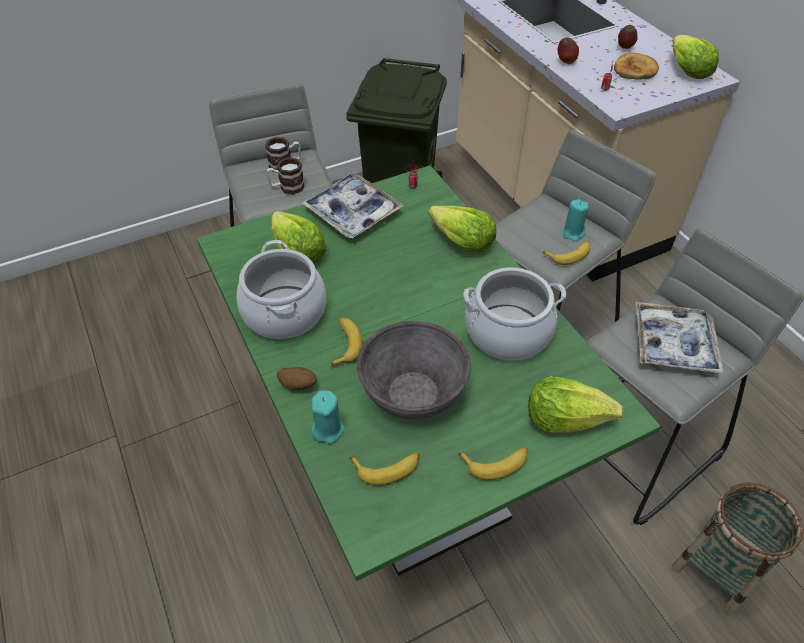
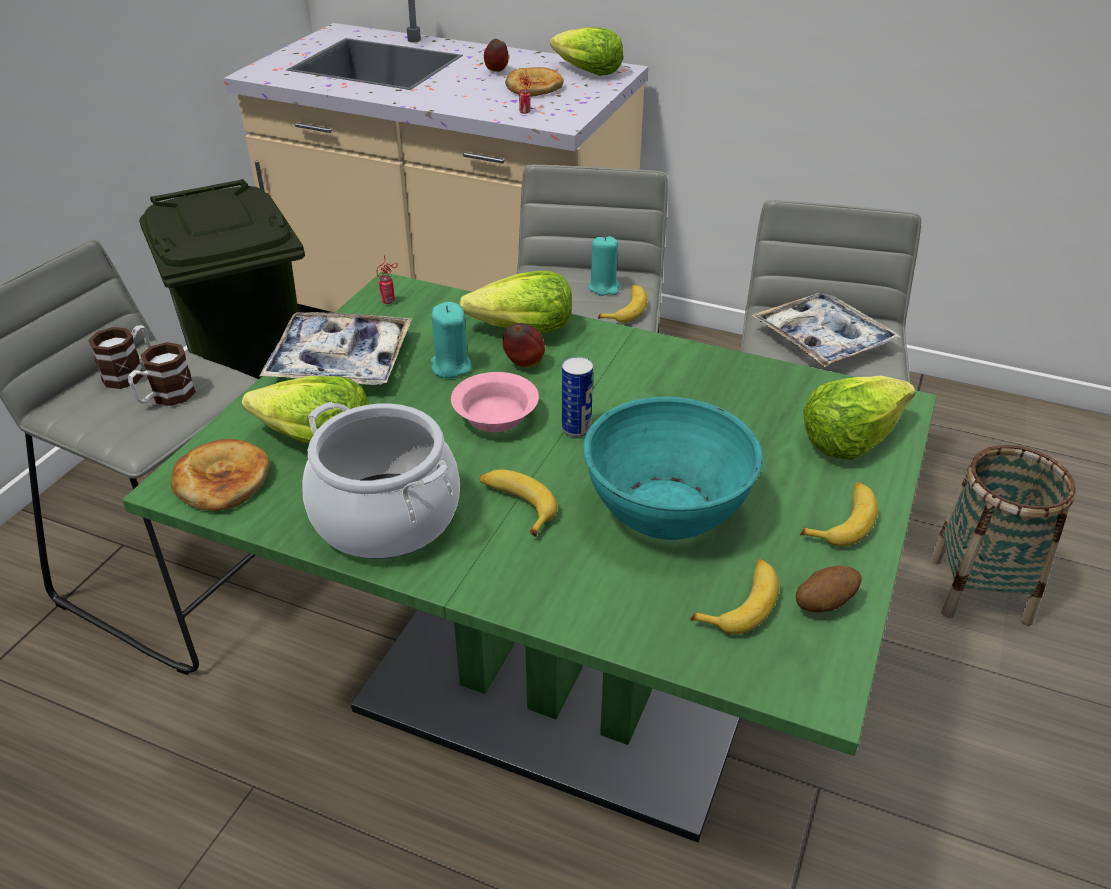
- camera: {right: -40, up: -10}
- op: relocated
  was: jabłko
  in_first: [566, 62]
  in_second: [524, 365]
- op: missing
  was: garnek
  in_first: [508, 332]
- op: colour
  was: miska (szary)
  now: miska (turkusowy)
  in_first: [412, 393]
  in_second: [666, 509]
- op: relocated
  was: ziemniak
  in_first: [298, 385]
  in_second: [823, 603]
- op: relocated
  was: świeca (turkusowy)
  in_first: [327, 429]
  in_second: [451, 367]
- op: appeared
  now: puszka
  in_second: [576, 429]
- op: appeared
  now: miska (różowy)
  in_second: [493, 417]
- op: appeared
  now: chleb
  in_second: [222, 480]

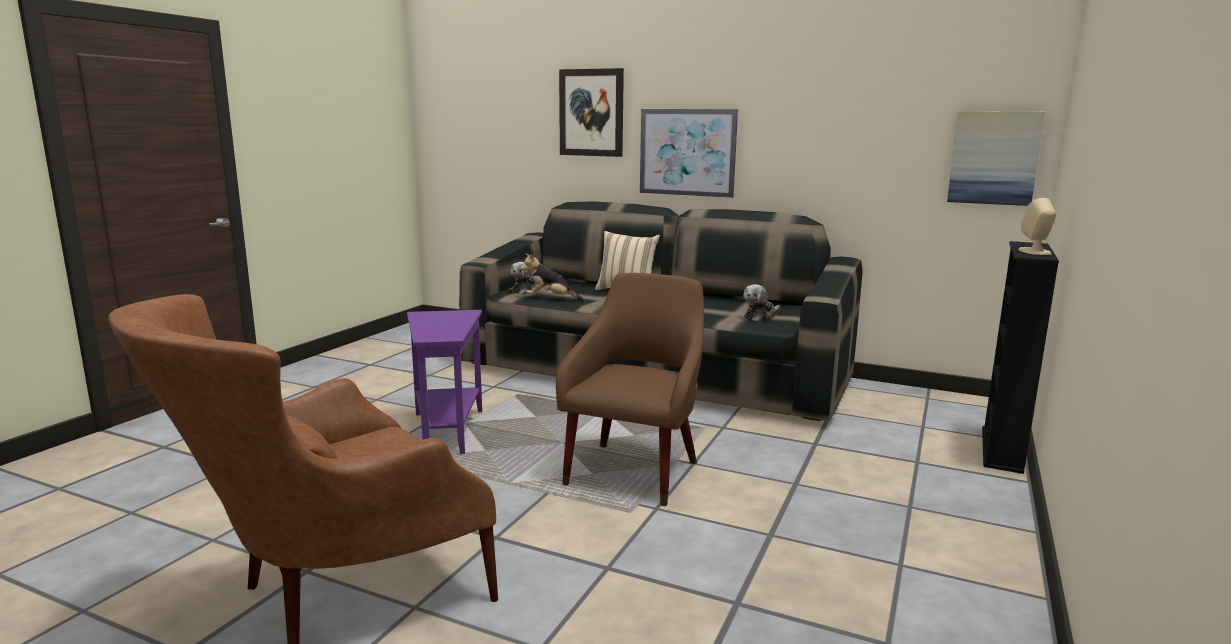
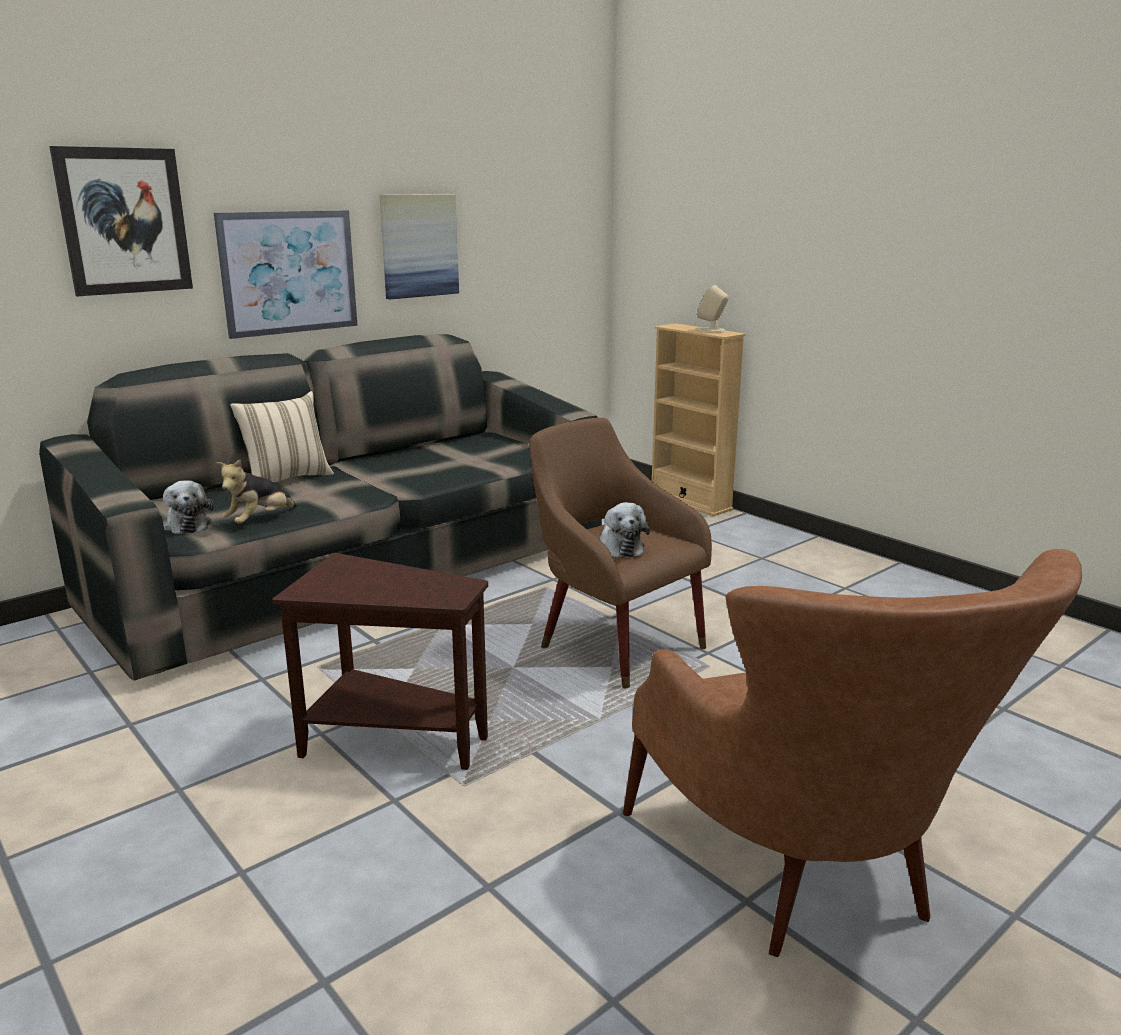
- camera: {right: -65, up: 5}
- op: relocated
  was: obraz
  in_first: [994, 158]
  in_second: [419, 246]
- op: colour
  was: regał (czarny)
  now: regał (beżowy)
  in_first: [1002, 450]
  in_second: [690, 502]
- op: relocated
  was: pluszak
  in_first: [760, 317]
  in_second: [620, 547]
- op: colour
  was: stolik (fioletowy)
  now: stolik (brązowy)
  in_first: [447, 430]
  in_second: [390, 739]

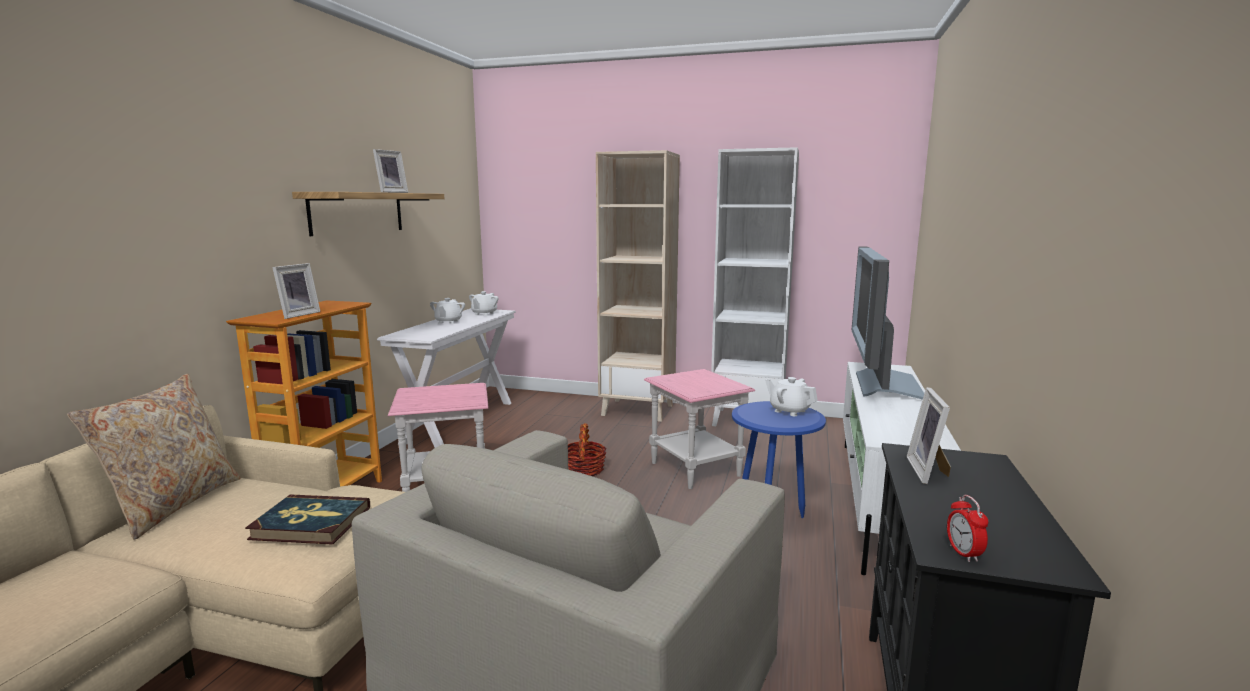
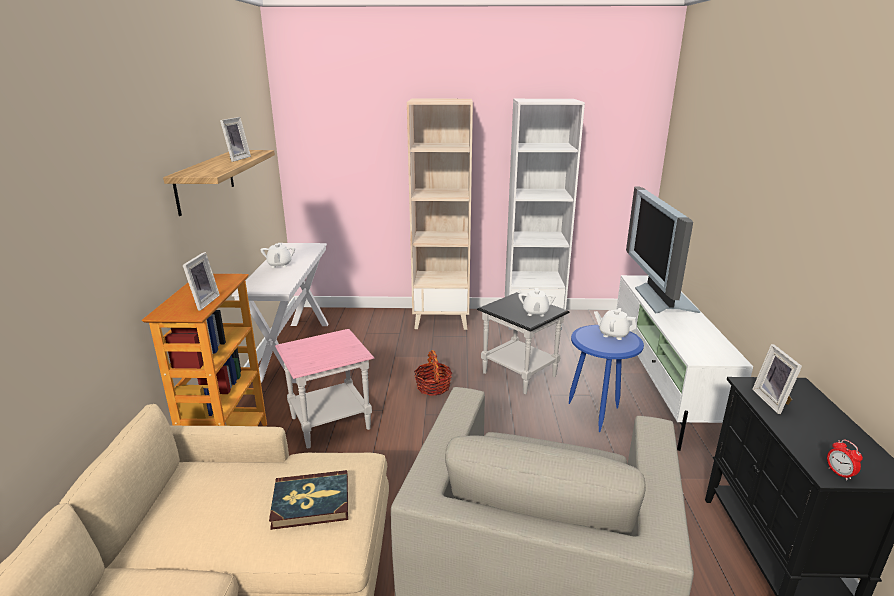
- camera: {right: -15, up: 10}
- op: relocated
  was: imbryk (biały)
  in_first: [484, 314]
  in_second: [535, 312]
- op: colour
  was: stolik (różowy)
  now: stolik (czarny)
  in_first: [696, 469]
  in_second: [520, 374]
- op: missing
  was: poduszka (beżowy)
  in_first: [173, 504]

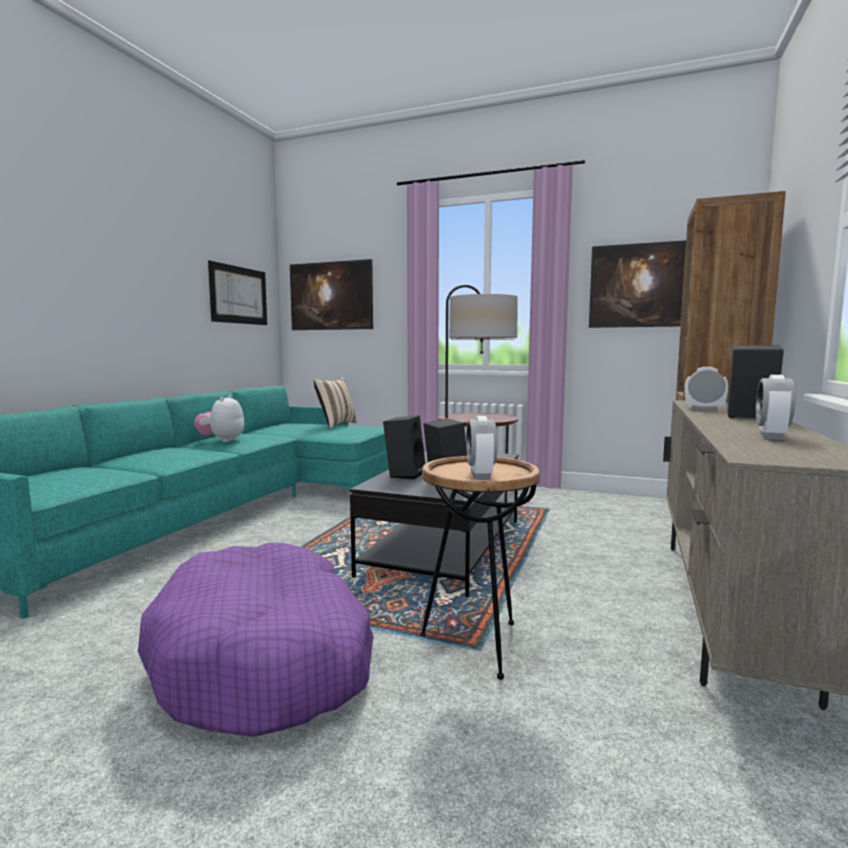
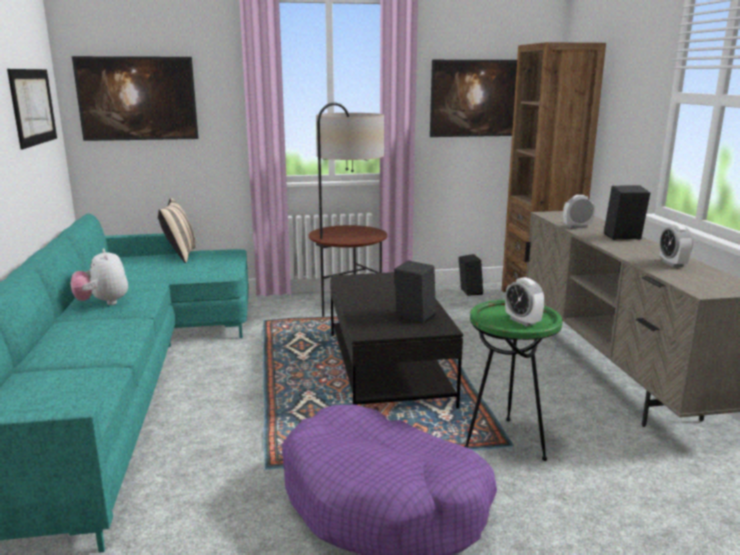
- camera: {right: -30, up: 10}
- op: relocated
  was: głośnik (czarny)
  in_first: [404, 474]
  in_second: [469, 292]
- op: colour
  was: stolik (brązowy)
  now: stolik (zielony)
  in_first: [477, 644]
  in_second: [506, 442]

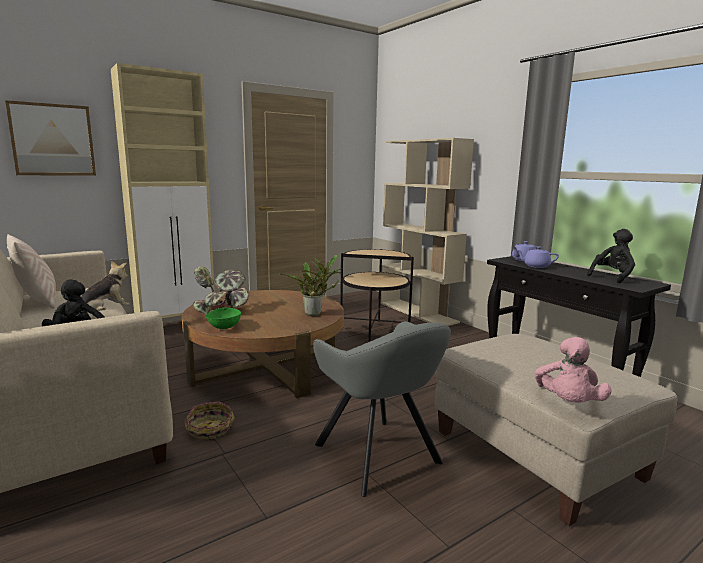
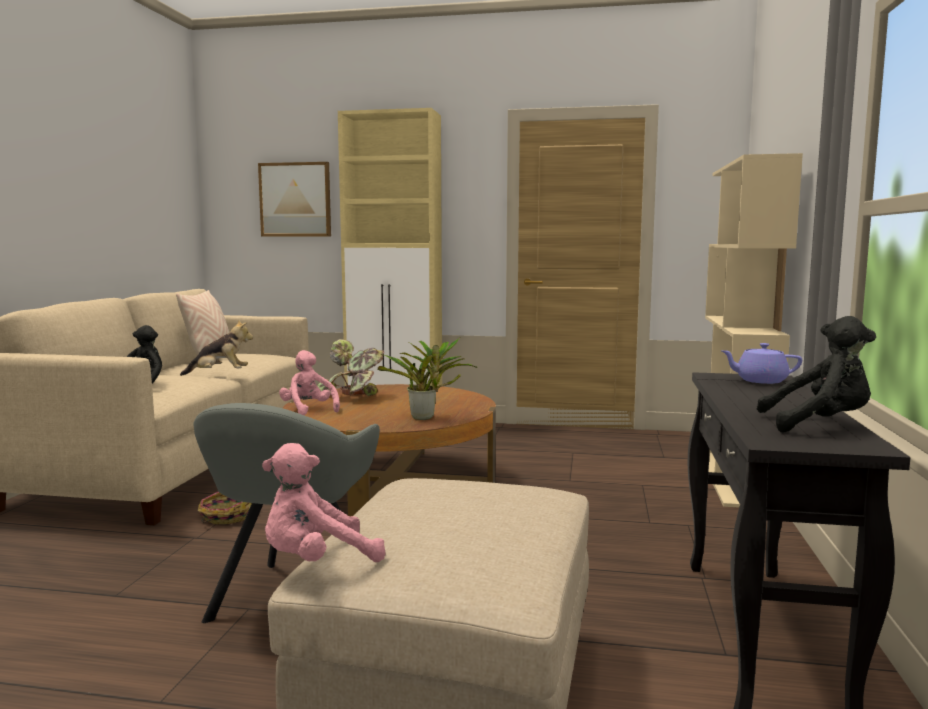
- camera: {right: 45, up: -5}
- op: missing
  was: imbryk (fioletowy)
  in_first: [535, 266]
- op: missing
  was: stolik
  in_first: [374, 331]
- op: exchanged
  was: miska (zielony)
  now: pluszak (różowy)
  in_first: [224, 327]
  in_second: [308, 410]

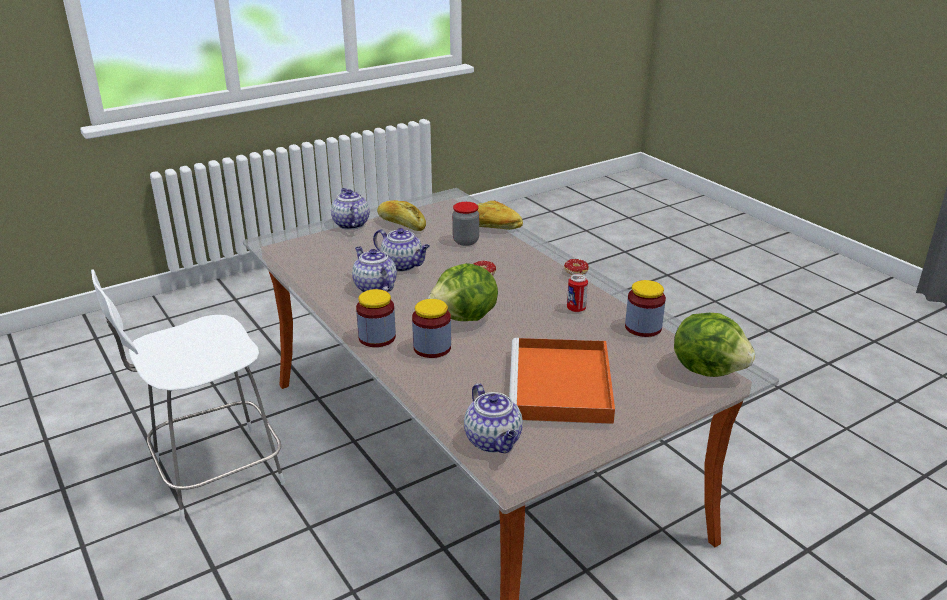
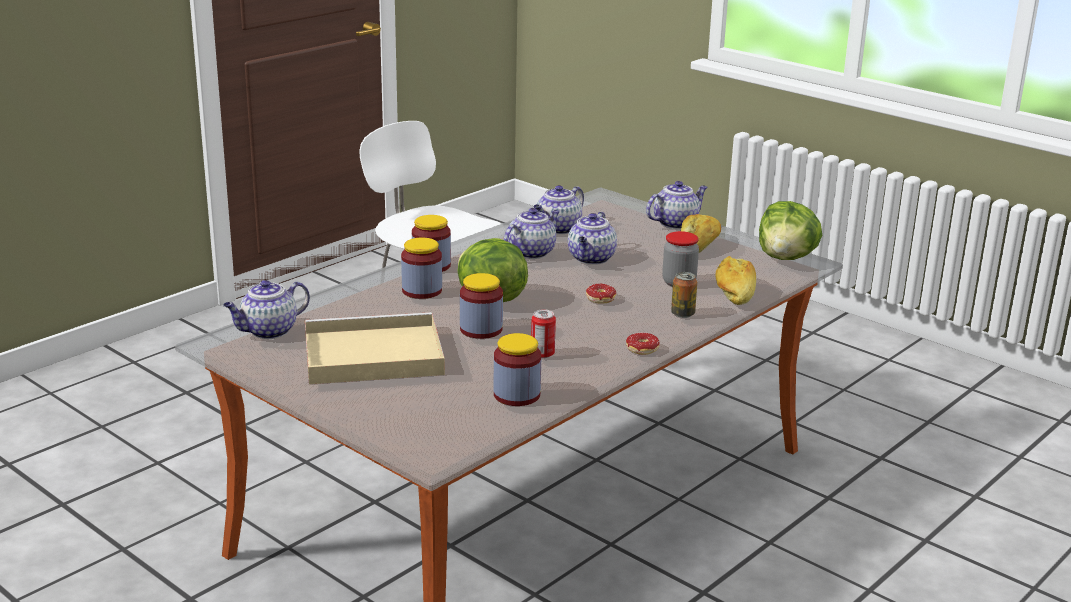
- camera: {right: 75, up: -5}
- op: relocated
  was: sałata
  in_first: [708, 369]
  in_second: [786, 258]
- op: colour
  was: taca (pomarańczowy)
  now: taca (beżowy)
  in_first: [562, 386]
  in_second: [370, 355]
- op: appeared
  now: imbryk
  in_second: [558, 229]
- op: appeared
  now: puszka
  in_second: [682, 314]
- op: appeared
  now: słoik
  in_second: [481, 329]

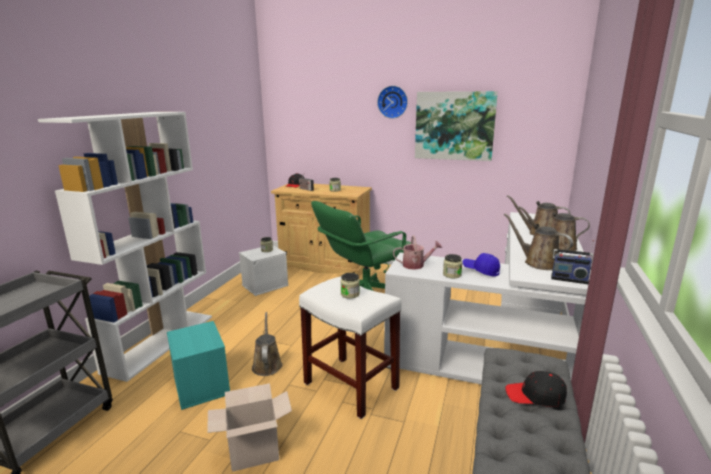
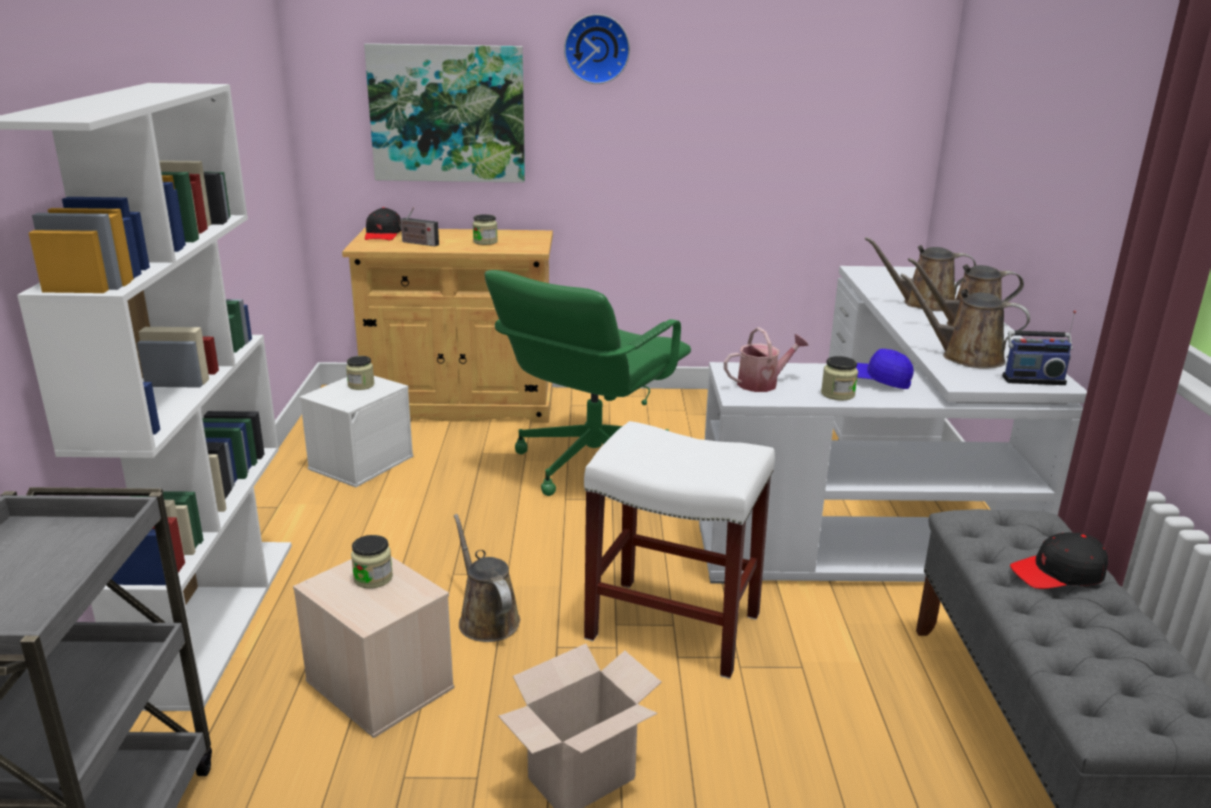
- camera: {right: -20, up: 5}
- op: relocated
  was: obraz
  in_first: [454, 126]
  in_second: [447, 114]
- op: relocated
  was: słoik
  in_first: [350, 294]
  in_second: [373, 578]
- op: colour
  was: pojemnik do przechowywania (turkusowy)
  now: pojemnik do przechowywania (beżowy)
  in_first: [200, 385]
  in_second: [377, 684]

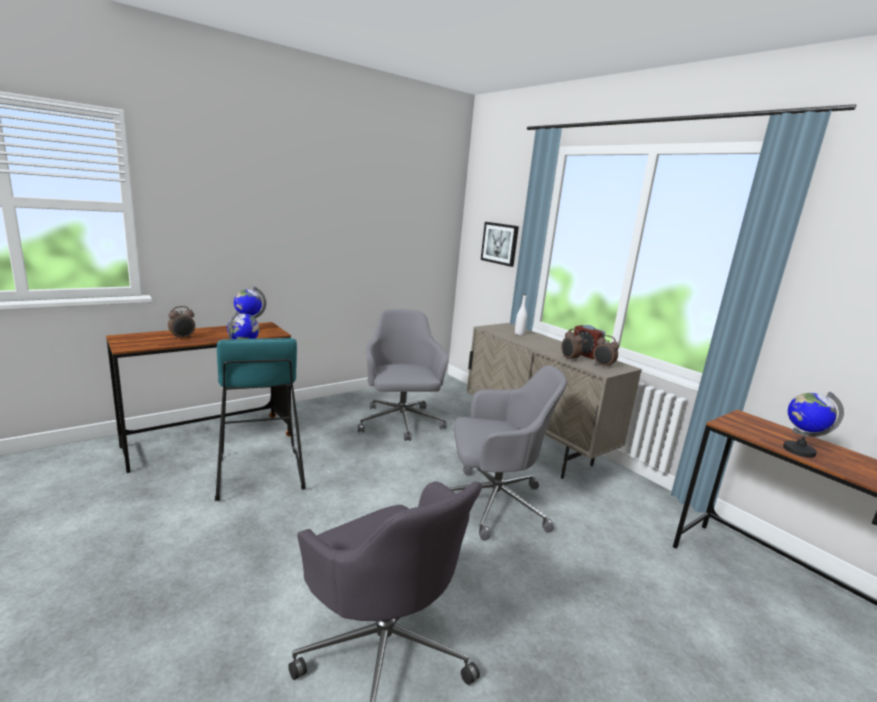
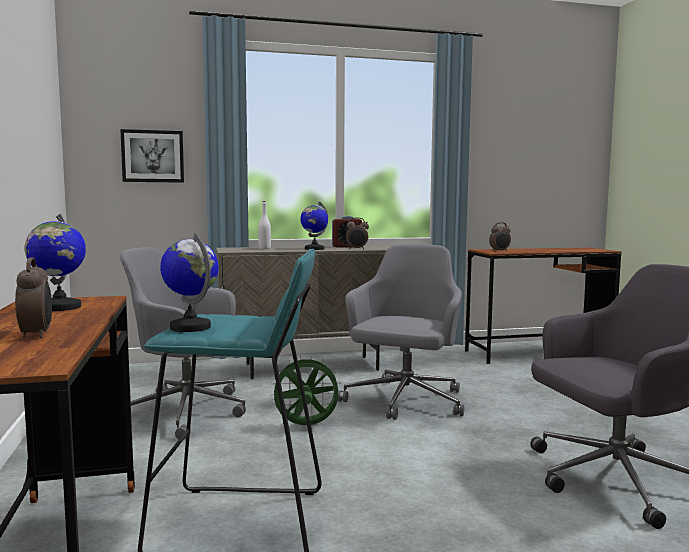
- camera: {right: -65, up: -10}
- op: relocated
  was: budzik
  in_first: [603, 366]
  in_second: [500, 251]
- op: relocated
  was: globus
  in_first: [798, 450]
  in_second: [314, 249]
- op: appeared
  now: wentylator (zielony)
  in_second: [306, 426]

